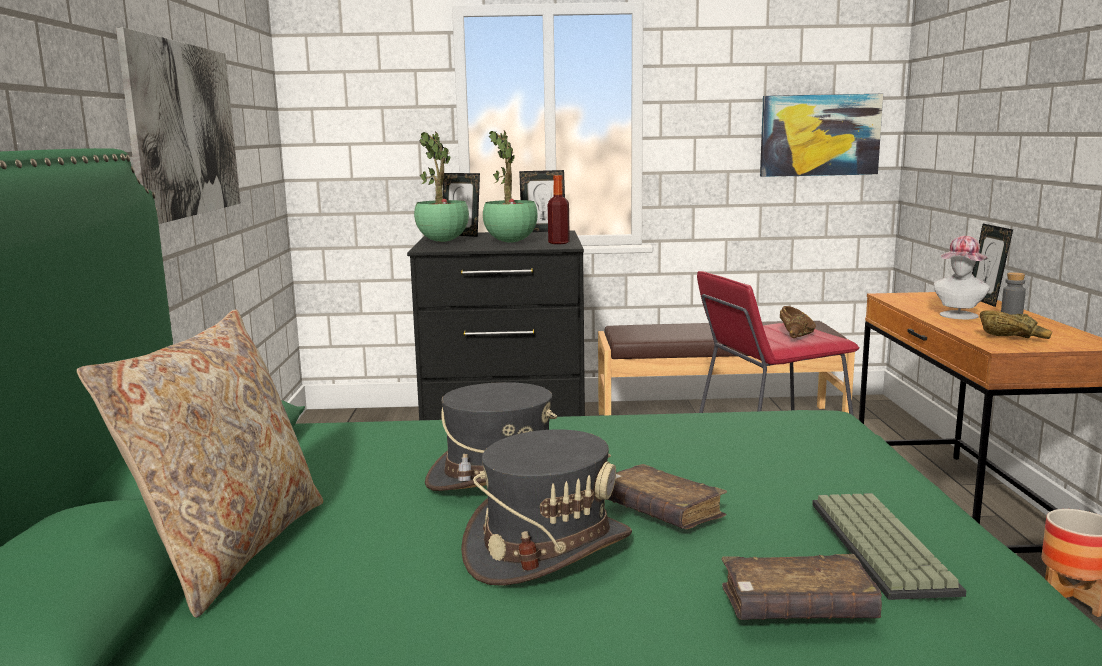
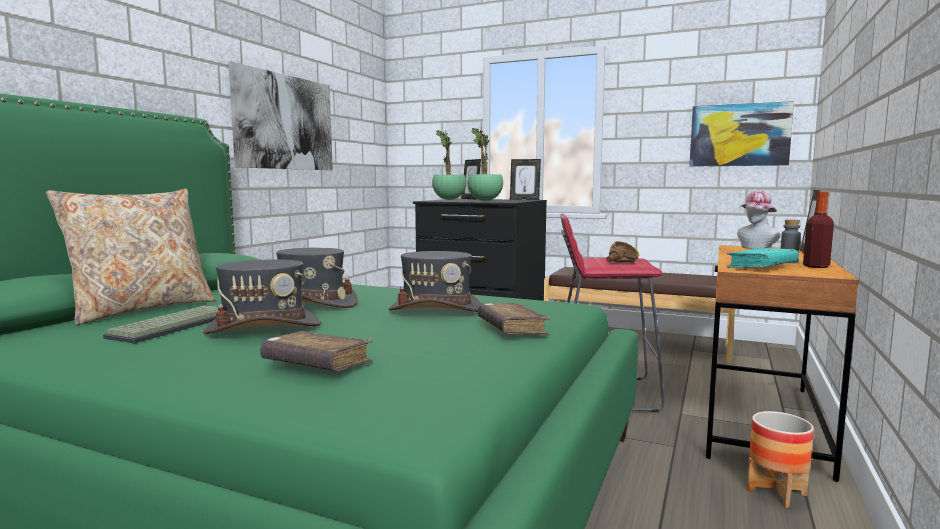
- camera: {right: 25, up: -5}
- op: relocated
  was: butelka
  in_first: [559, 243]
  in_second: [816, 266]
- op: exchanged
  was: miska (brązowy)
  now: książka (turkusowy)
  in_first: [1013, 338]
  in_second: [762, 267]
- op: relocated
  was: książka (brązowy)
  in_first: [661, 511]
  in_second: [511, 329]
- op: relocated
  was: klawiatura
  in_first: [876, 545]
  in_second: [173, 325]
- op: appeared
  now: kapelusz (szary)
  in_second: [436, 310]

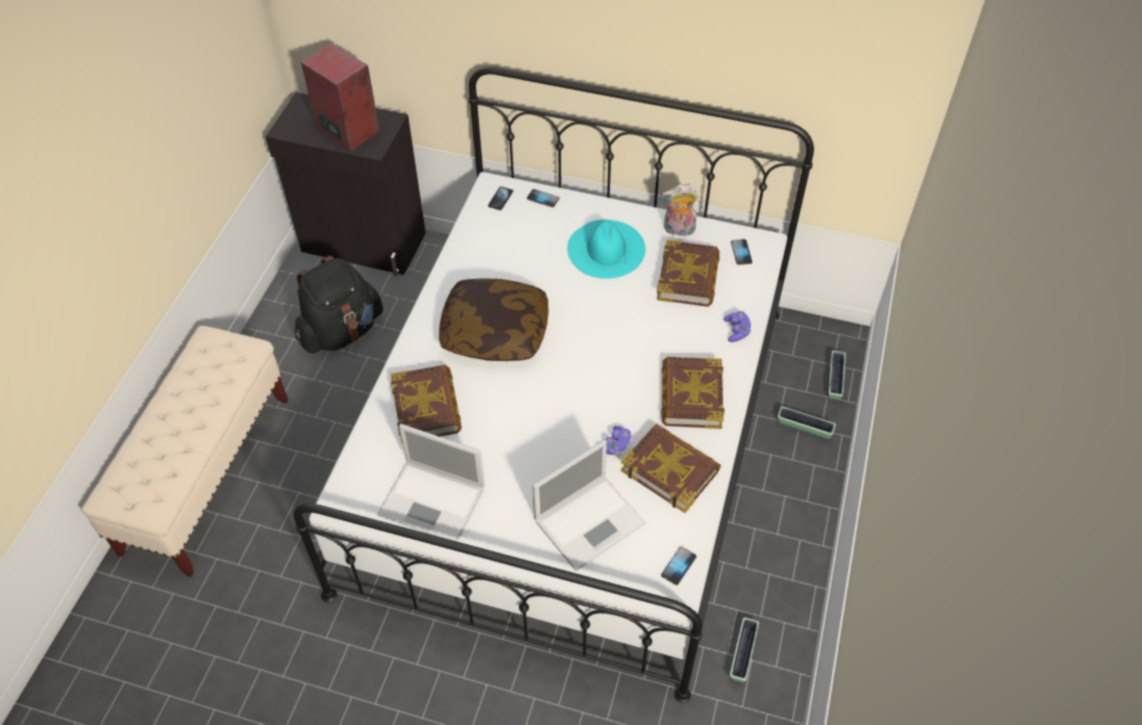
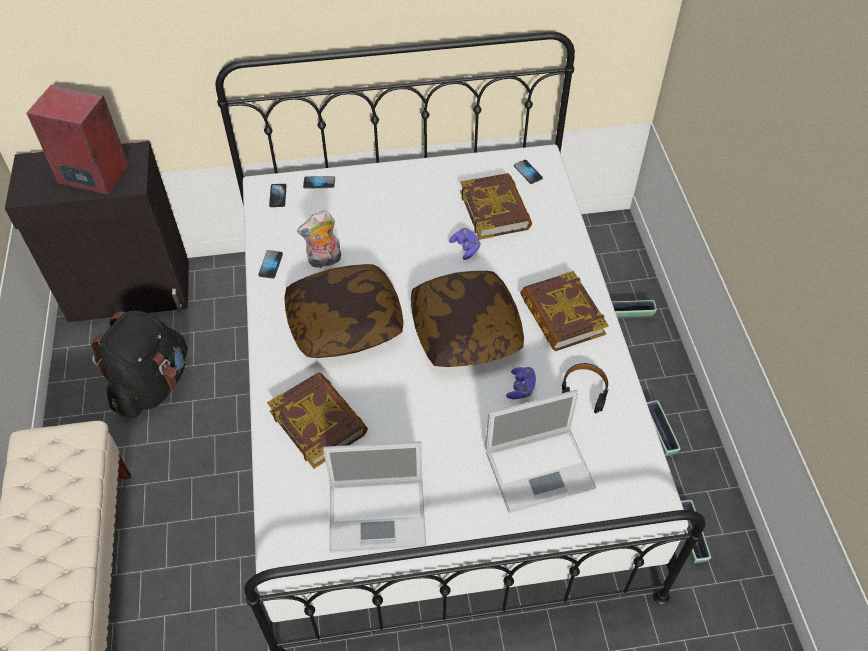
- camera: {right: -25, up: 0}
- op: relocated
  was: pluszak
  in_first: [678, 230]
  in_second: [324, 261]
- op: missing
  was: kapelusz (turkusowy)
  in_first: [606, 248]
- op: relocated
  was: pad do gier (fioletowy)
  in_first: [737, 331]
  in_second: [465, 248]
- op: relocated
  was: donica
  in_first: [834, 380]
  in_second: [659, 433]
- op: exchanged
  was: książka
  now: słuchawki (czarny)
  in_first: [670, 470]
  in_second: [584, 390]
- op: spun
  was: laptop
  in_first: [591, 521]
  in_second: [541, 468]
  clockwise: 45
- op: relocated
  was: telefon
  in_first: [678, 566]
  in_second: [270, 265]
- op: appeared
  now: poduszka
  in_second: [465, 331]

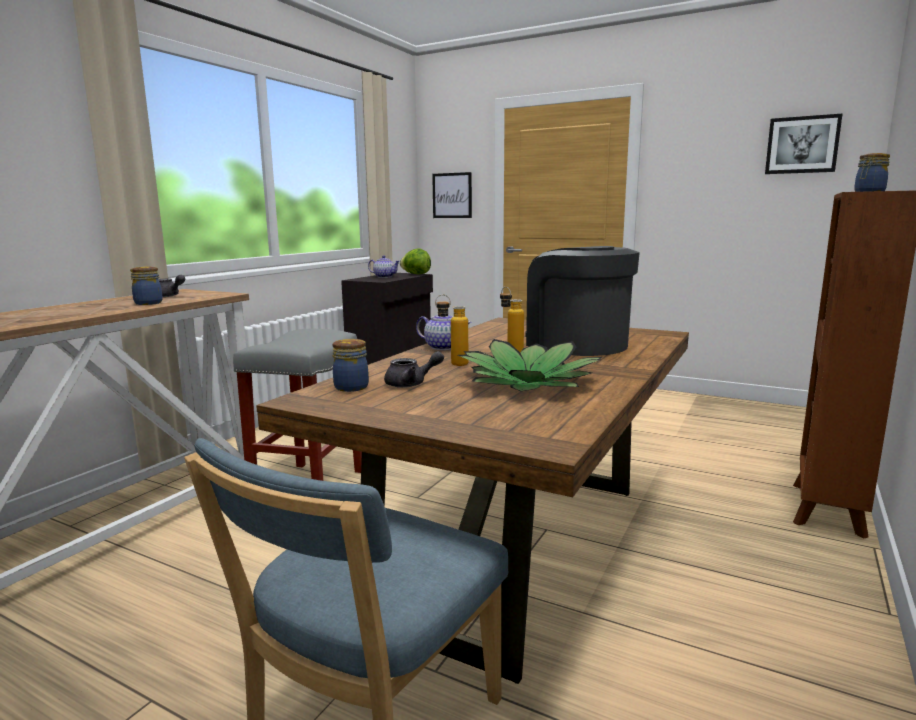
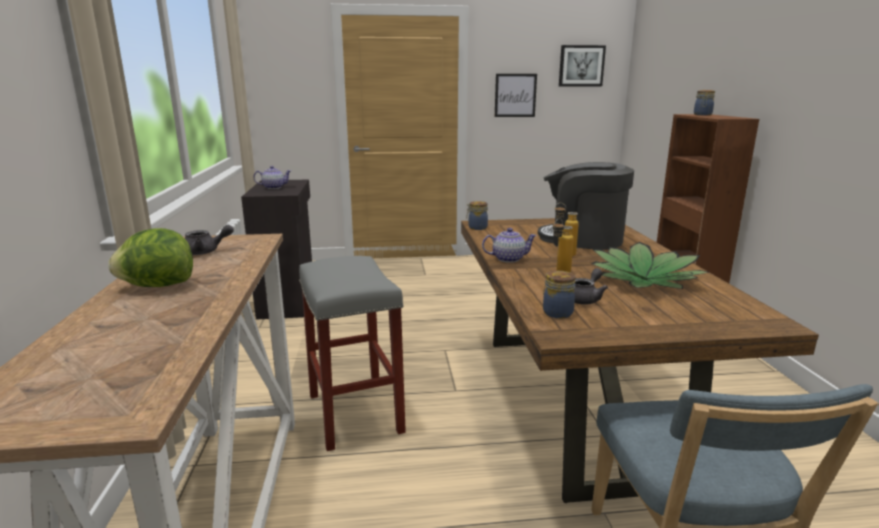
- camera: {right: -35, up: 5}
- op: relocated
  was: obraz
  in_first: [452, 195]
  in_second: [515, 95]
- op: relocated
  was: sałata
  in_first: [416, 274]
  in_second: [158, 286]
- op: relocated
  was: słoik
  in_first: [148, 303]
  in_second: [476, 228]

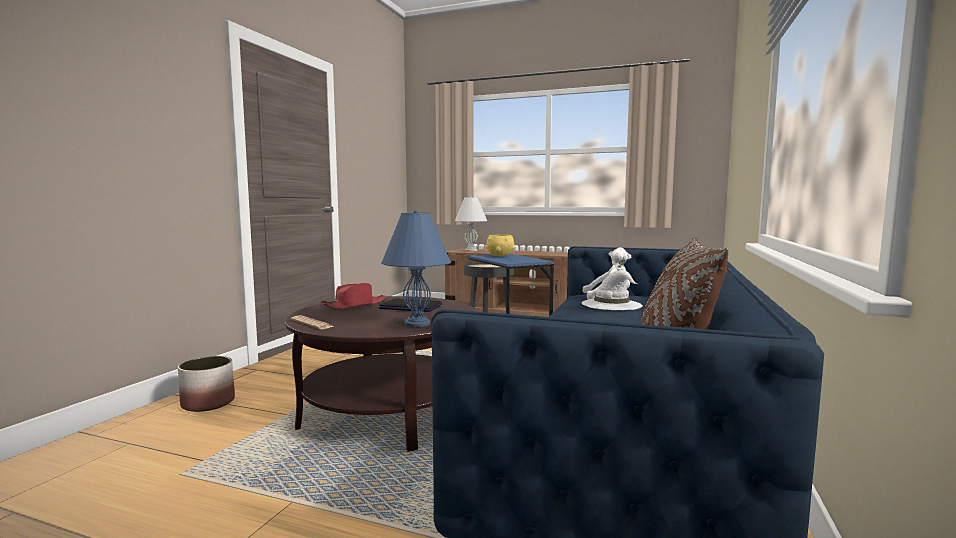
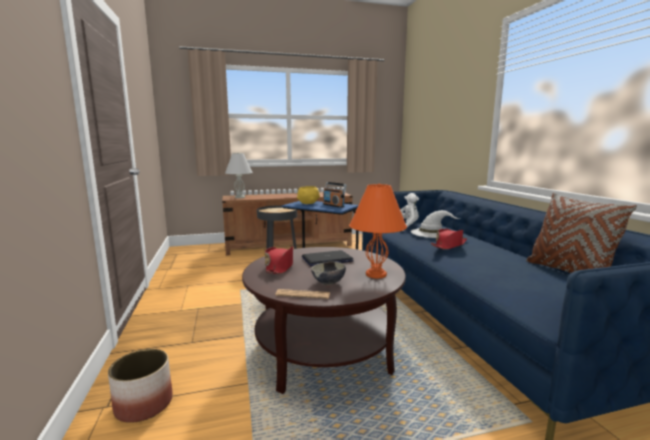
- camera: {right: -35, up: 5}
- op: colour
  was: lampa stołowa (niebieski)
  now: lampa stołowa (pomarańczowy)
  in_first: [416, 324]
  in_second: [376, 274]
- op: appeared
  now: radio
  in_second: [333, 205]
- op: appeared
  now: kapelusz (czerwony)
  in_second: [449, 245]
- op: appeared
  now: miska
  in_second: [328, 283]

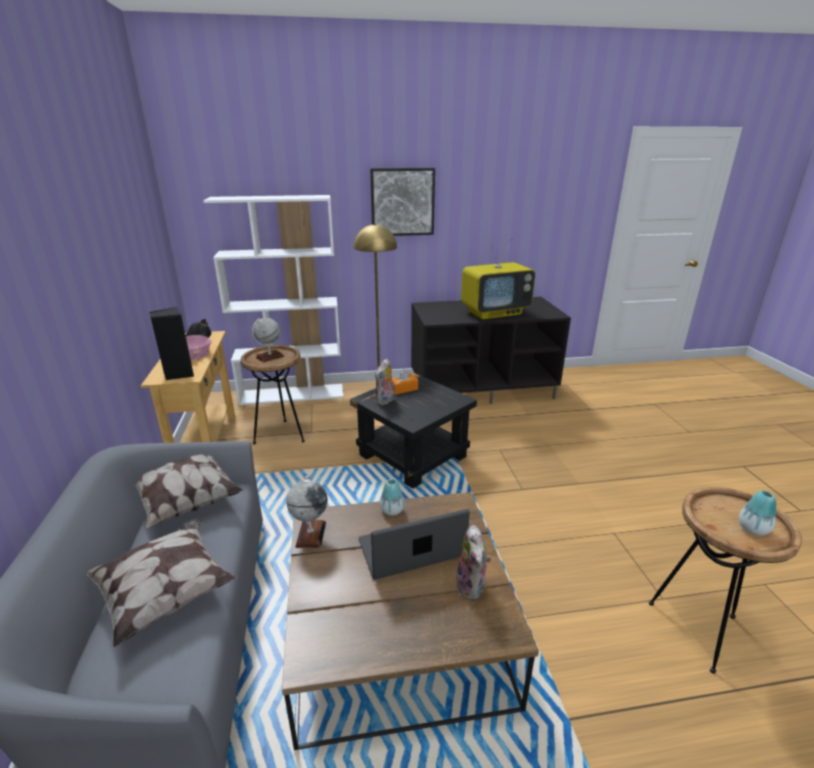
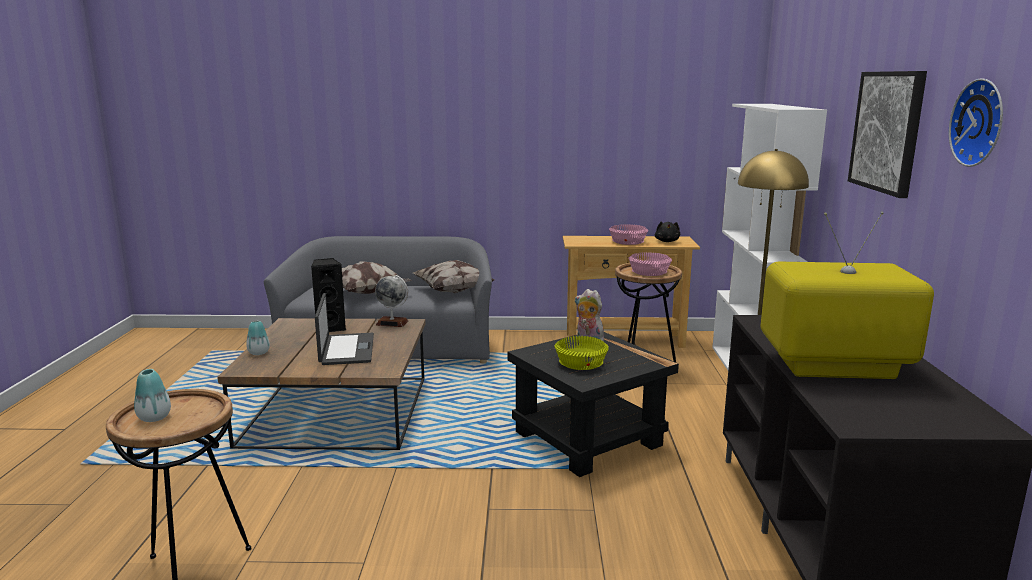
- camera: {right: 100, up: -10}
- op: spun
  was: telewizor
  in_first: [495, 312]
  in_second: [833, 367]
  clockwise: 105
- op: relocated
  was: głośnik (czarny)
  in_first: [179, 374]
  in_second: [330, 328]
- op: exchanged
  was: globus
  now: miska (różowy)
  in_first: [270, 357]
  in_second: [649, 271]
- op: missing
  was: pudełko chusteczek (pomarańczowy)
  in_first: [403, 389]
- op: relocated
  was: wazon
  in_first: [392, 510]
  in_second: [259, 353]
- op: missing
  was: pluszak
  in_first: [472, 586]
- op: appeared
  now: zegar ścienny
  in_second: [981, 123]
- op: appeared
  now: miska (żółty)
  in_second: [580, 363]

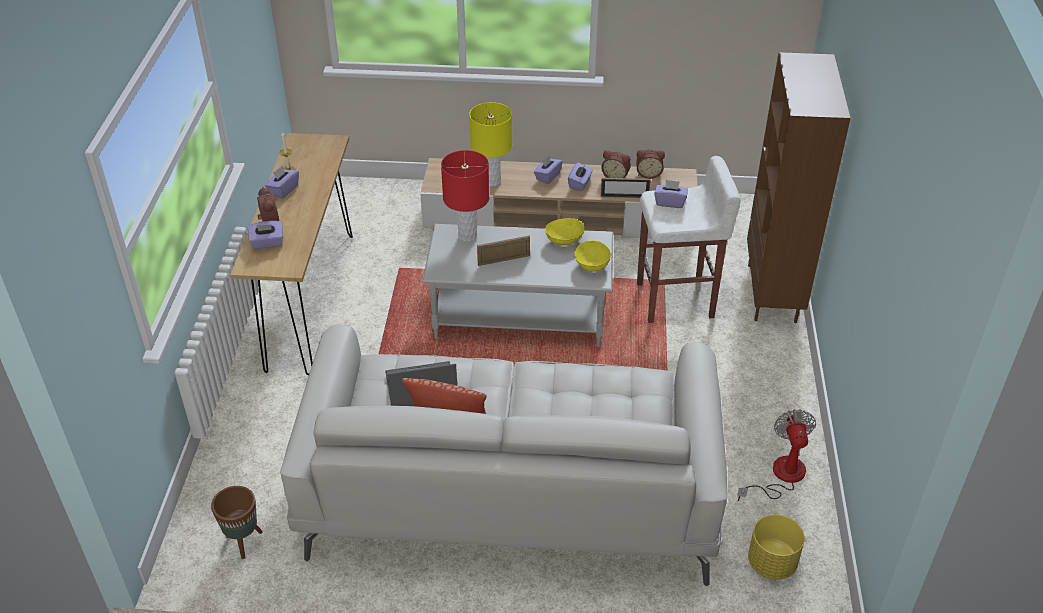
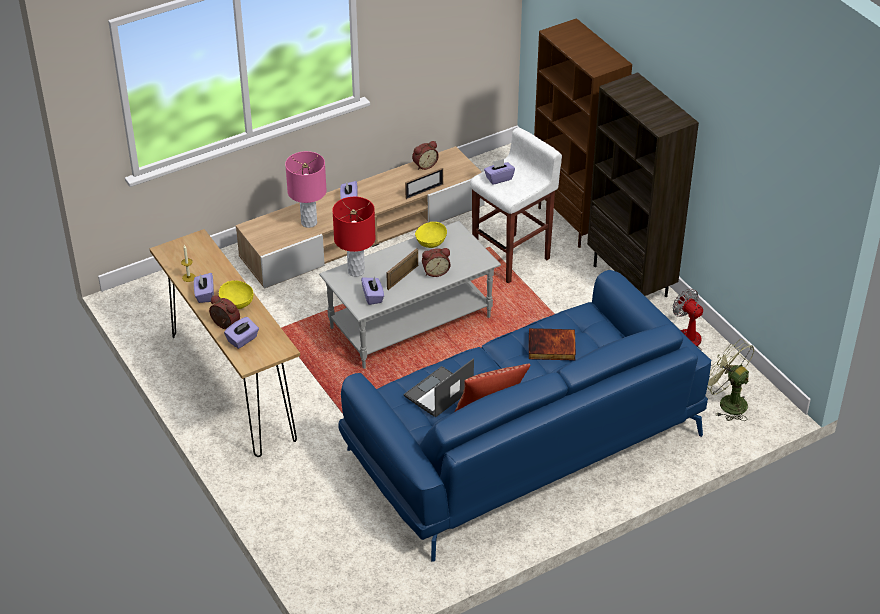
- camera: {right: -35, up: 0}
- op: colour
  was: lampa stołowa (żółty)
  now: lampa stołowa (różowy)
  in_first: [492, 181]
  in_second: [309, 222]
- op: relocated
  was: budzik
  in_first: [615, 176]
  in_second: [435, 271]
- op: relocated
  was: pudełko chusteczek (fioletowy)
  in_first: [580, 184]
  in_second: [373, 296]
- op: relocated
  was: miska (żółty)
  in_first: [591, 265]
  in_second: [236, 303]
- op: colour
  was: kanapa (biały)
  now: kanapa (niebieski)
  in_first: [509, 488]
  in_second: [522, 443]
- op: missing
  was: donica (brązowy)
  in_first: [243, 542]
- op: exchanged
  was: donica (żółty)
  now: wentylator (zielony)
  in_first: [771, 563]
  in_second: [727, 402]
- op: appeared
  now: regał (brązowy)
  in_second: [631, 281]
- op: appeared
  now: książka
  in_second: [551, 347]

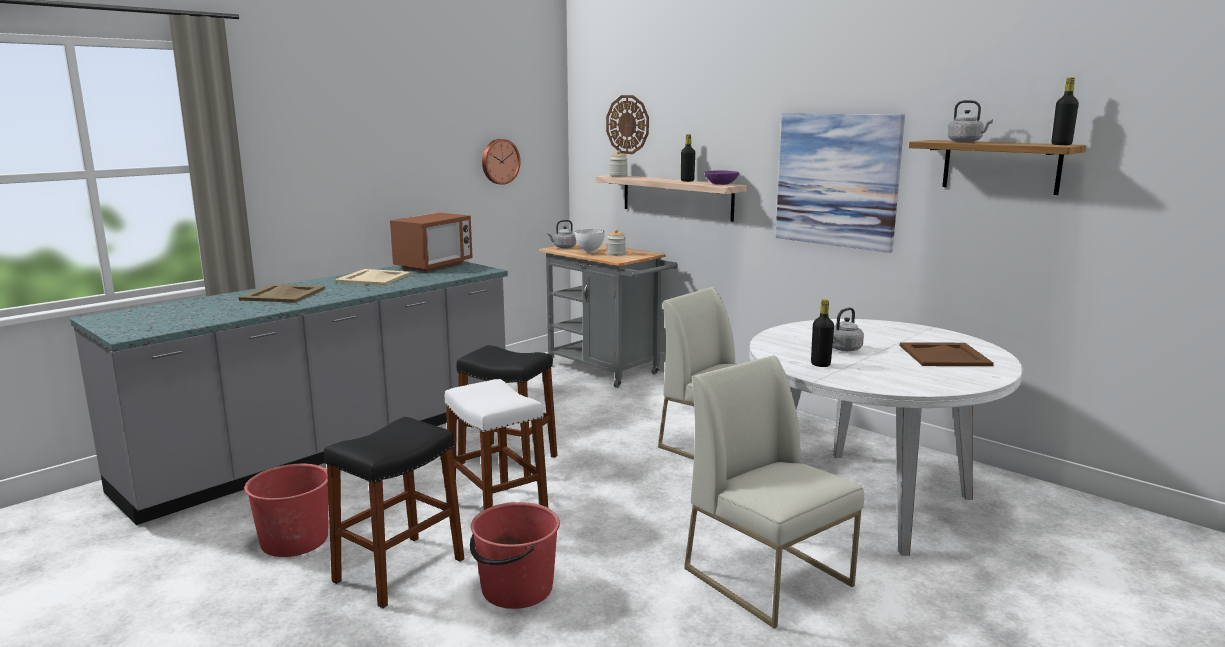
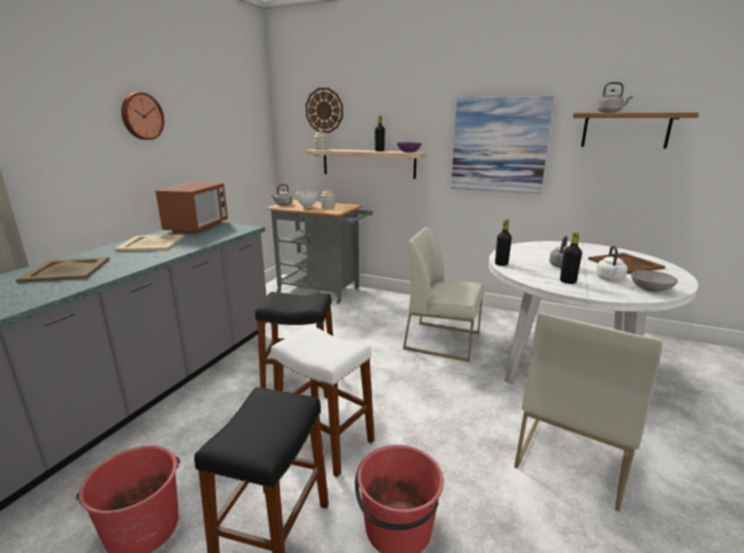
- camera: {right: -20, up: 5}
- op: relocated
  was: butelka (czarny)
  in_first: [1061, 144]
  in_second: [501, 264]
- op: relocated
  was: zegar ścienny
  in_first: [499, 161]
  in_second: [141, 116]
- op: spun
  was: krzesło (biały)
  in_first: [769, 577]
  in_second: [572, 454]
  clockwise: -90
- op: appeared
  now: czajnik (biały)
  in_second: [610, 279]
- op: appeared
  now: miska (szary)
  in_second: [650, 289]

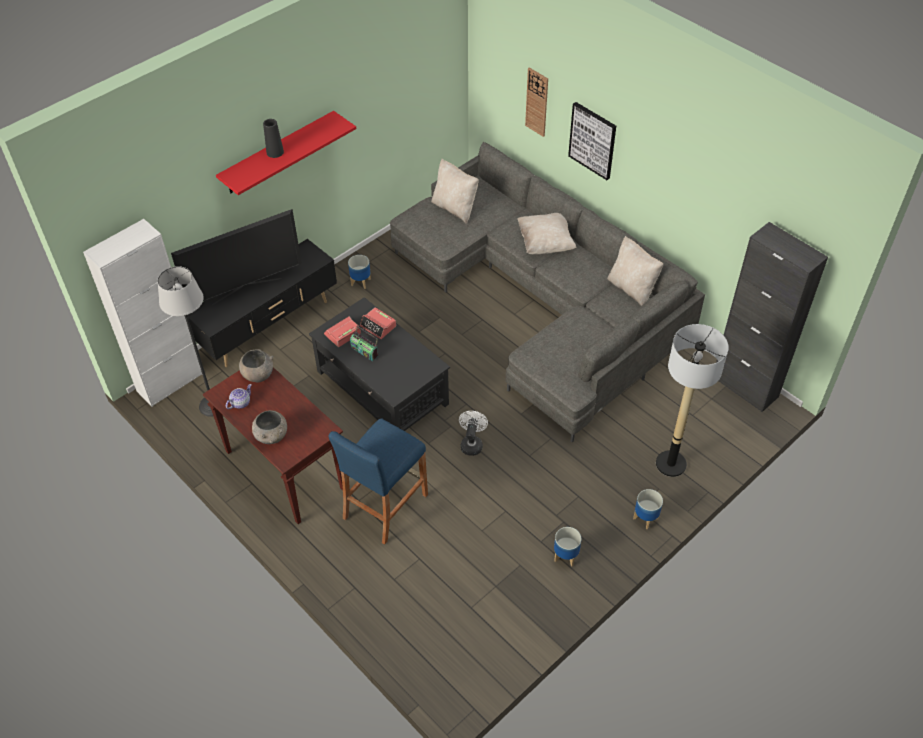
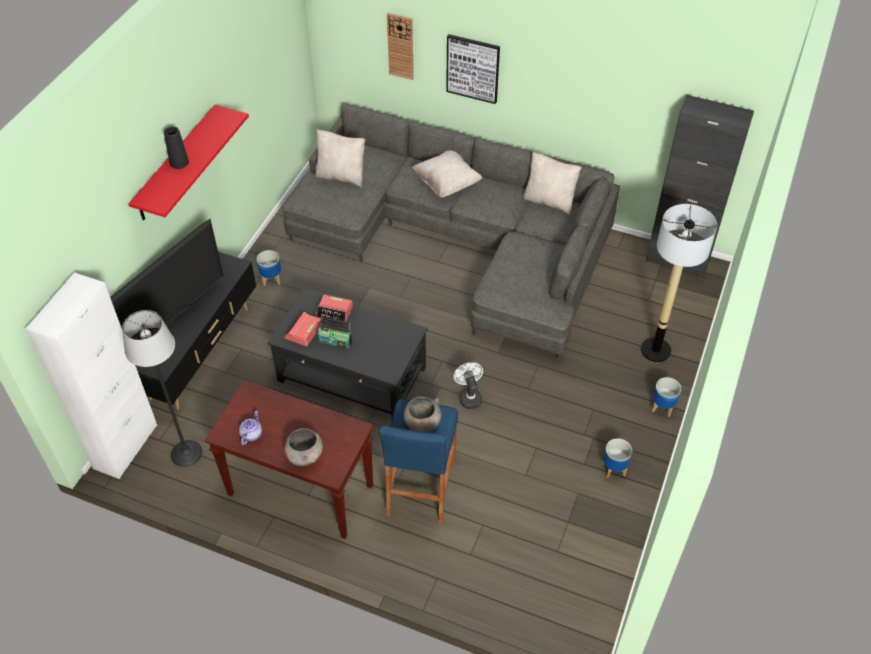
- camera: {right: -25, up: 0}
- op: relocated
  was: miska (szary)
  in_first: [258, 375]
  in_second: [422, 424]

